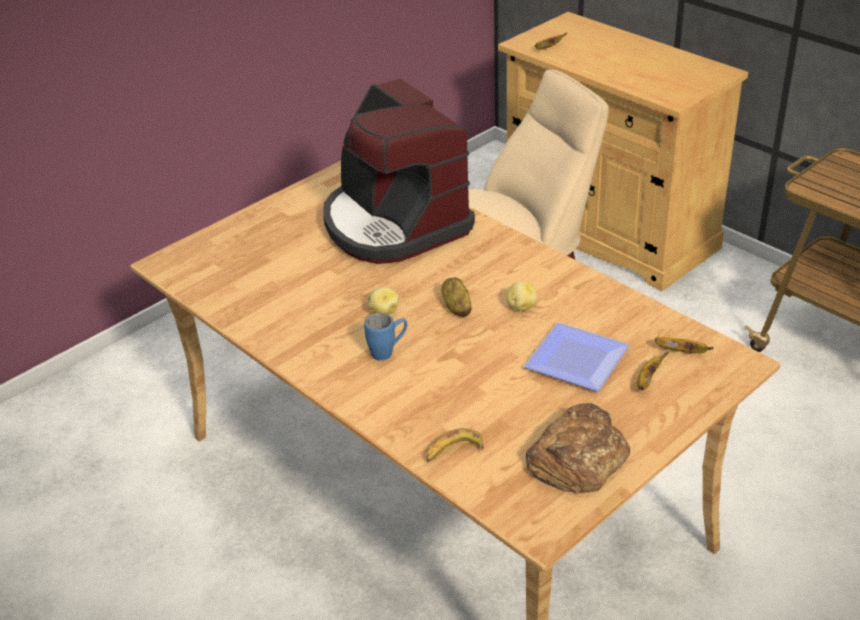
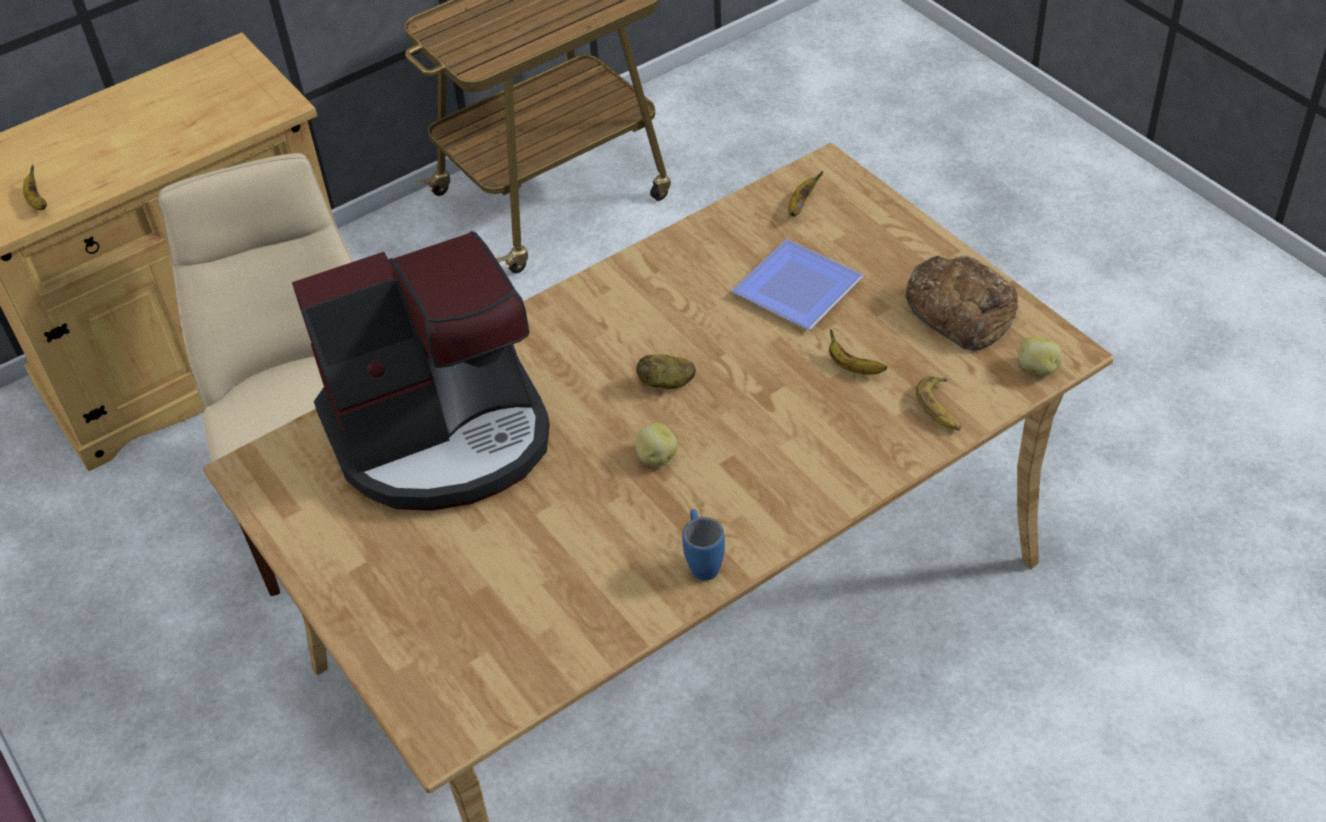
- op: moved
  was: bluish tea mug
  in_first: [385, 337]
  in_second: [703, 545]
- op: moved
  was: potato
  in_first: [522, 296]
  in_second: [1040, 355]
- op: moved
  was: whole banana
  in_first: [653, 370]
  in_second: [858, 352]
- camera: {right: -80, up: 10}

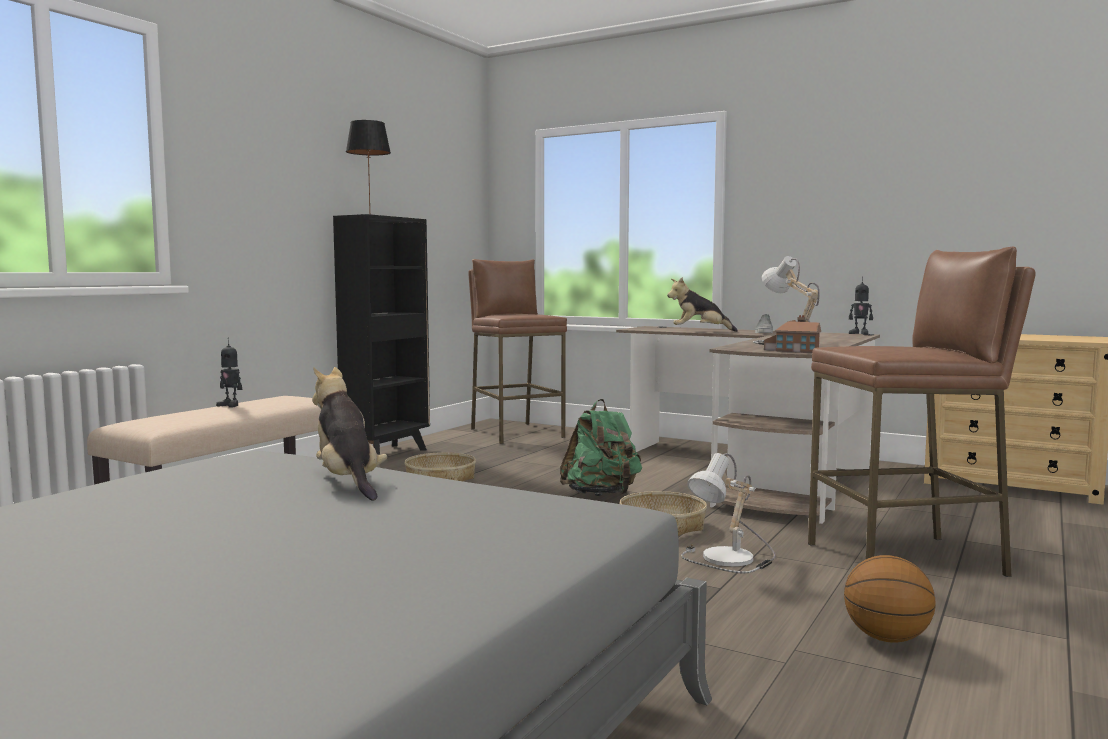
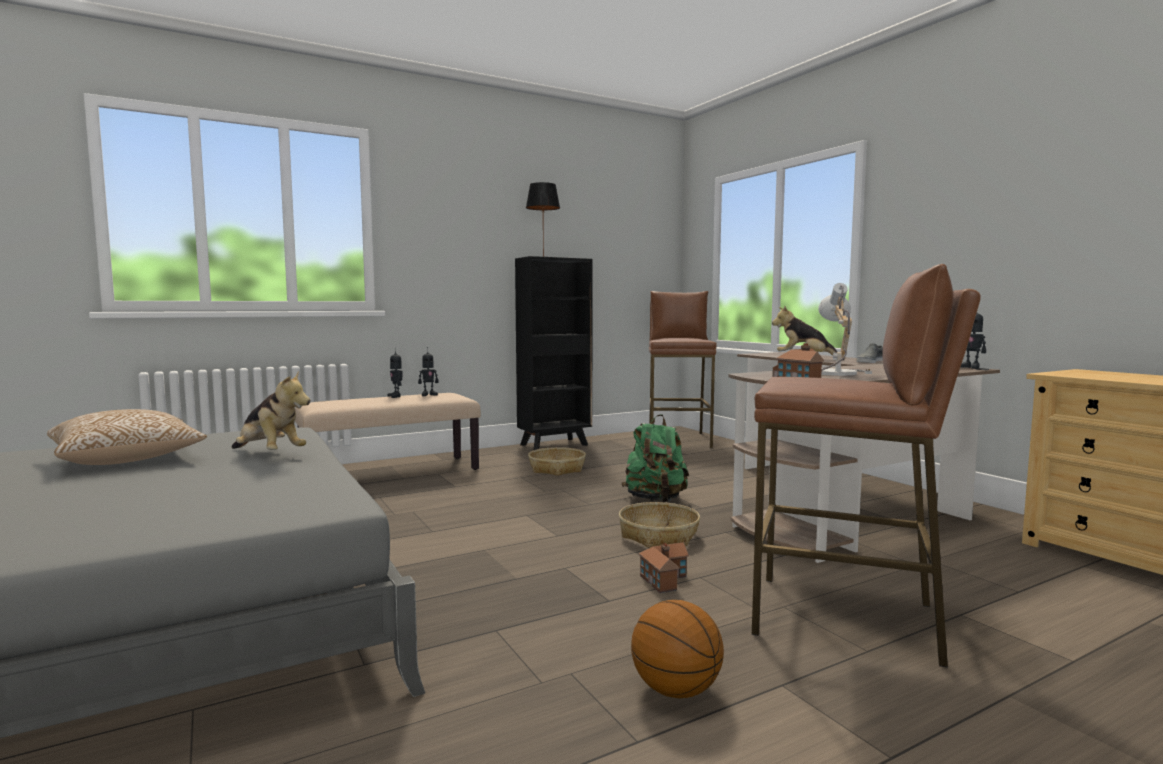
- op: turned
  was: cuddly toy
  in_first: [349, 433]
  in_second: [271, 410]
  clockwise: 120
- op: replaced
  was: tabletop lamp
  now: toy house
  in_first: [728, 513]
  in_second: [663, 567]
- op: added
  now: cushion
  in_second: [127, 437]
- op: added
  now: model robot
  in_second: [428, 371]
- camera: {right: 30, up: 0}

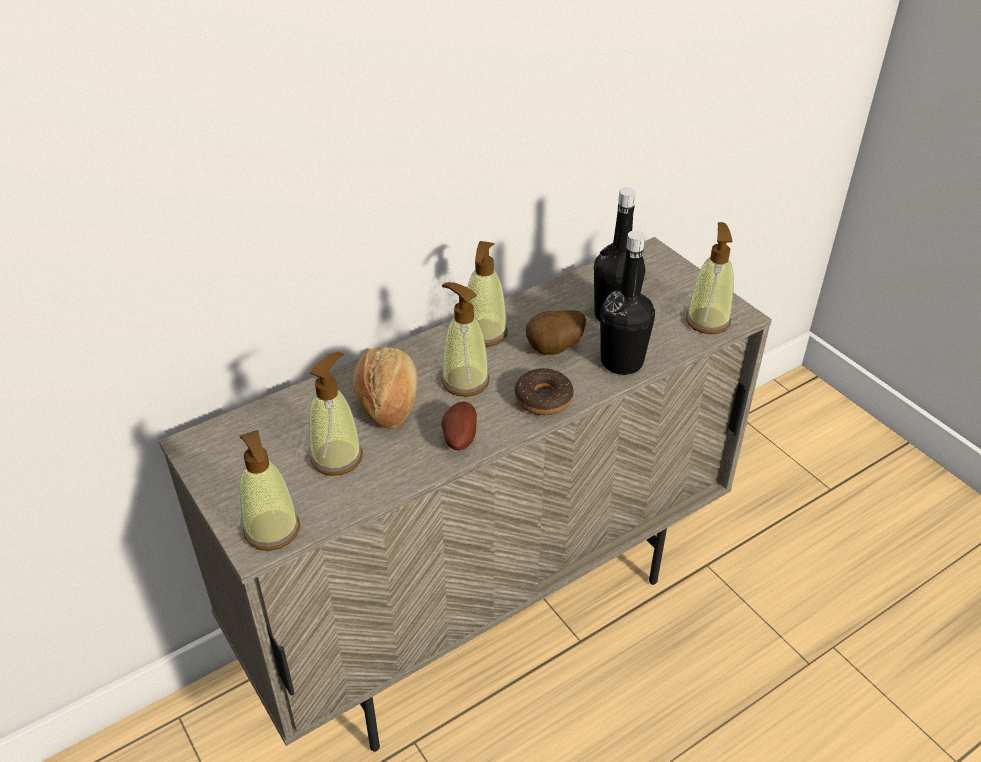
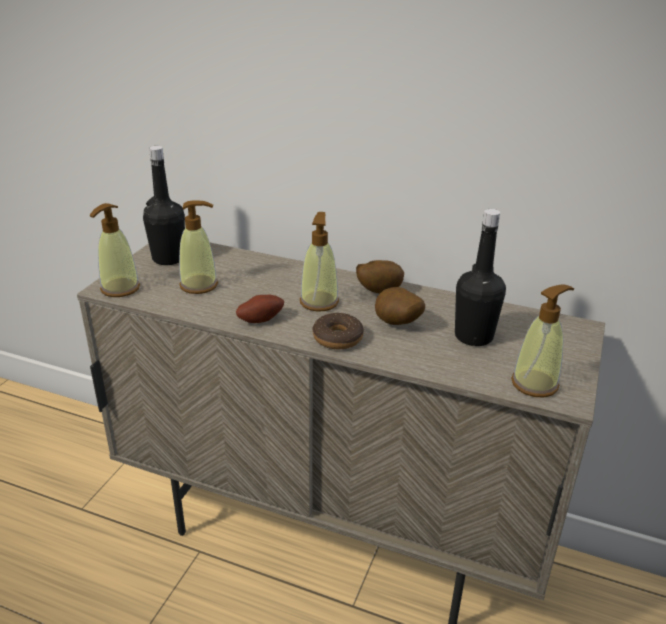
- op: removed
  was: bakery bread
  in_first: [385, 388]
- op: replaced
  was: soap bottle
  now: potato
  in_first: [487, 294]
  in_second: [380, 277]
- op: moved
  was: black-coloured bottle
  in_first: [627, 302]
  in_second: [164, 205]
- camera: {right: 55, up: -10}

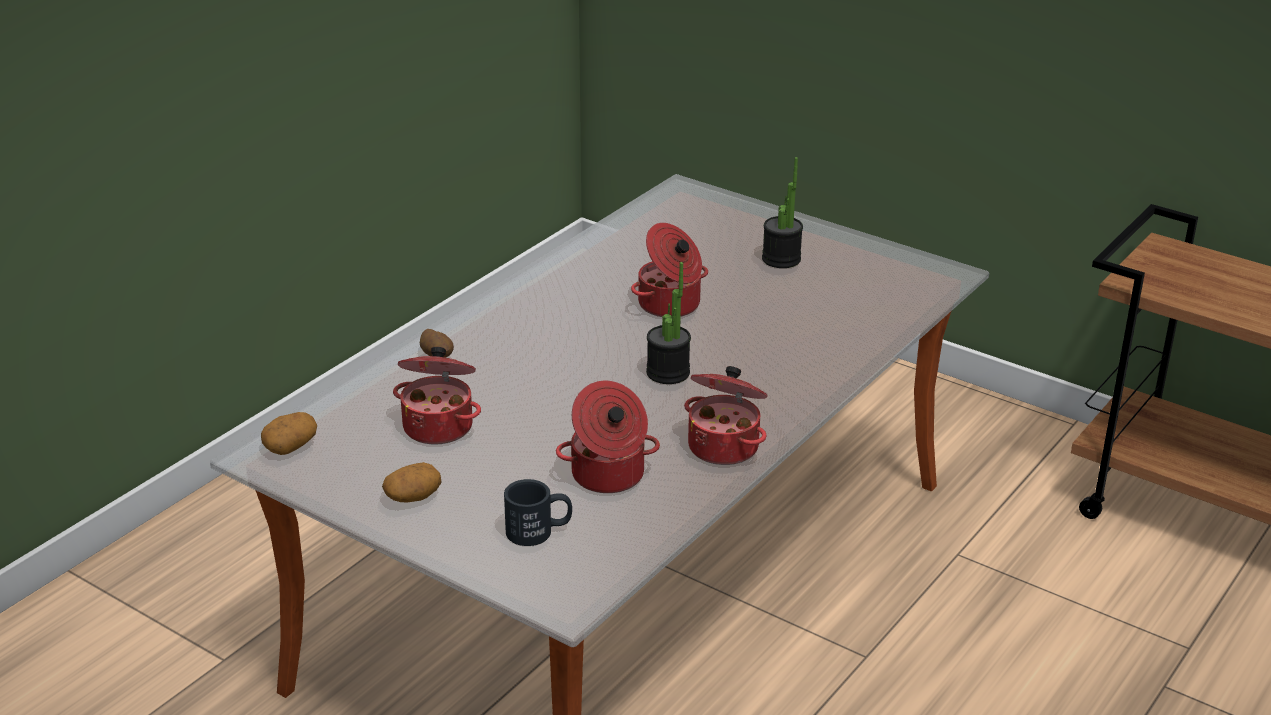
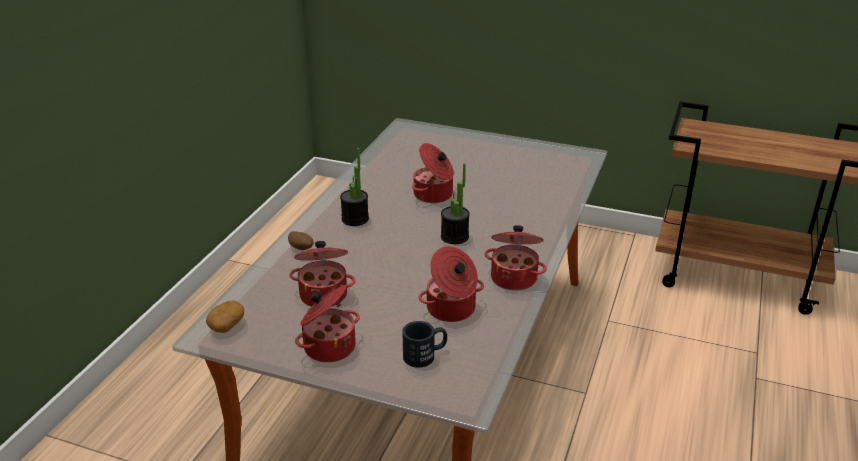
- op: replaced
  was: potato
  now: saucepot
  in_first: [411, 482]
  in_second: [327, 324]
- op: moved
  was: plant in a pot
  in_first: [782, 212]
  in_second: [354, 187]
- camera: {right: -15, up: 0}

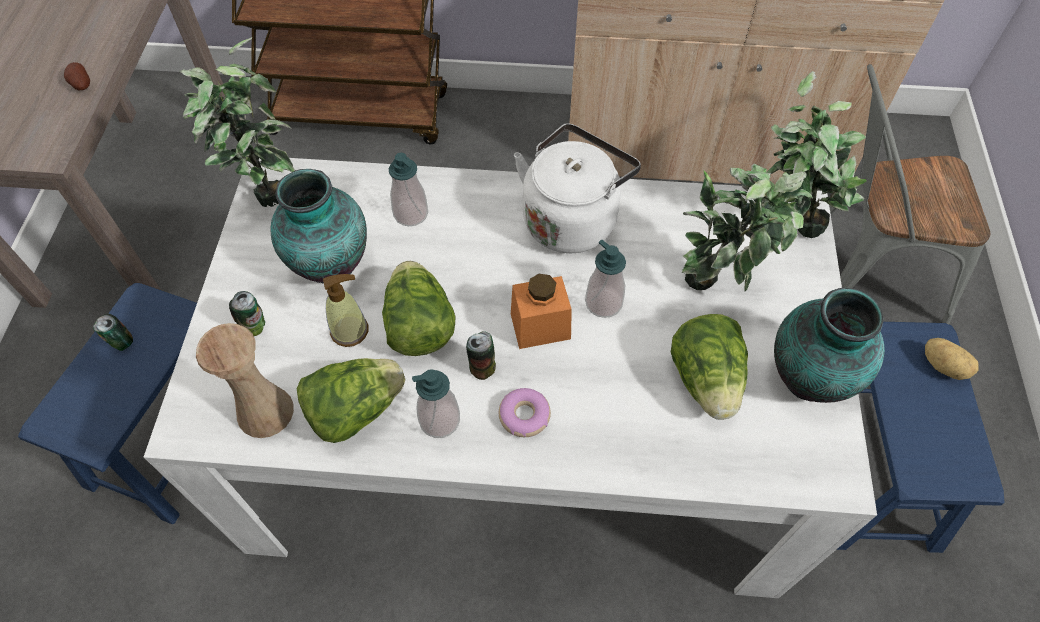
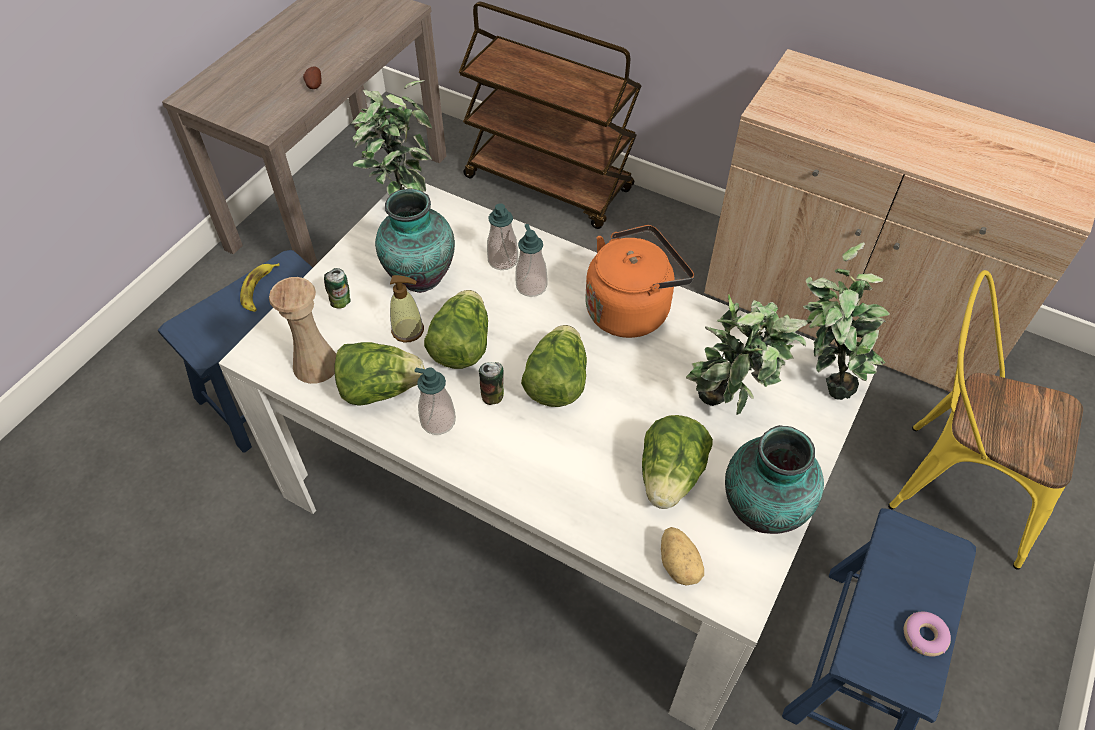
- op: replaced
  was: sealed can
  now: whole banana
  in_first: [113, 332]
  in_second: [260, 287]
- op: moved
  was: ring doughnut
  in_first: [525, 412]
  in_second: [927, 634]
- op: replaced
  was: orangey preserve jar
  now: lettuce head
  in_first: [541, 311]
  in_second: [554, 366]
- op: recoloured
  was: whitish tea kettle
  now: orangey tea kettle
  in_first: [577, 188]
  in_second: [639, 281]
- op: moved
  was: soap bottle
  in_first: [605, 279]
  in_second: [531, 260]
- op: recoloured
  was: greyish plain chair
  now: yellow plain chair
  in_first: [910, 194]
  in_second: [985, 420]
- op: moved
  was: potato
  in_first: [952, 359]
  in_second: [682, 556]
- camera: {right: 25, up: -5}

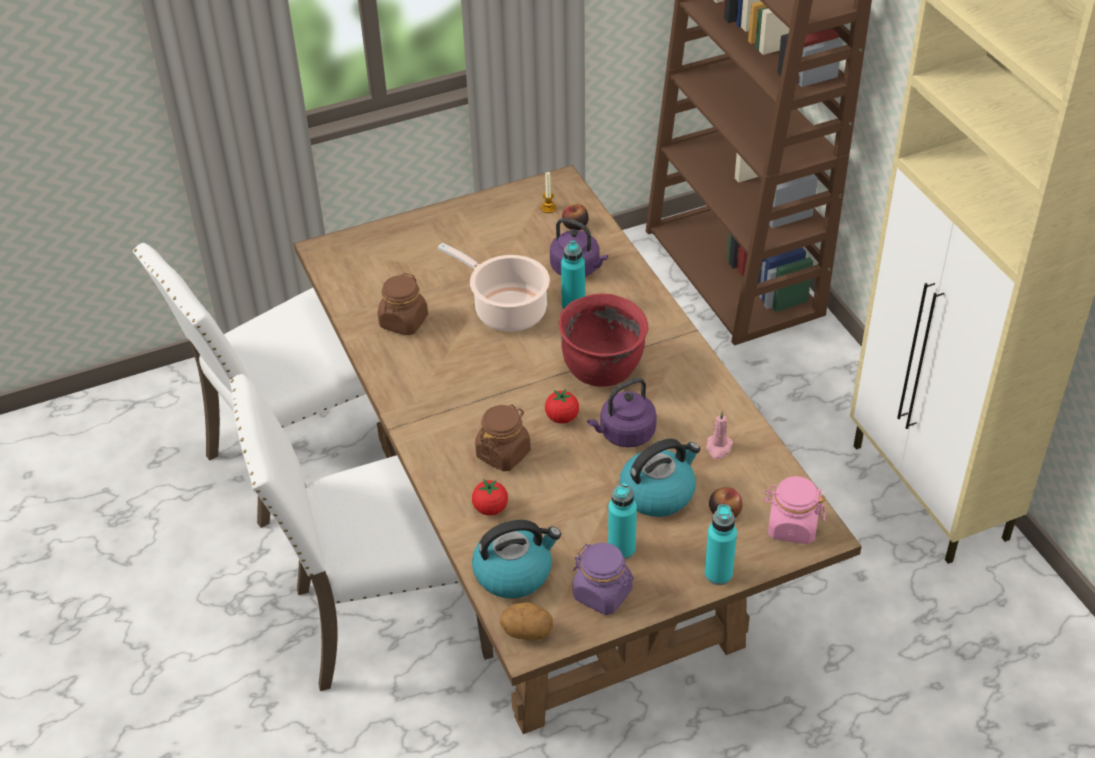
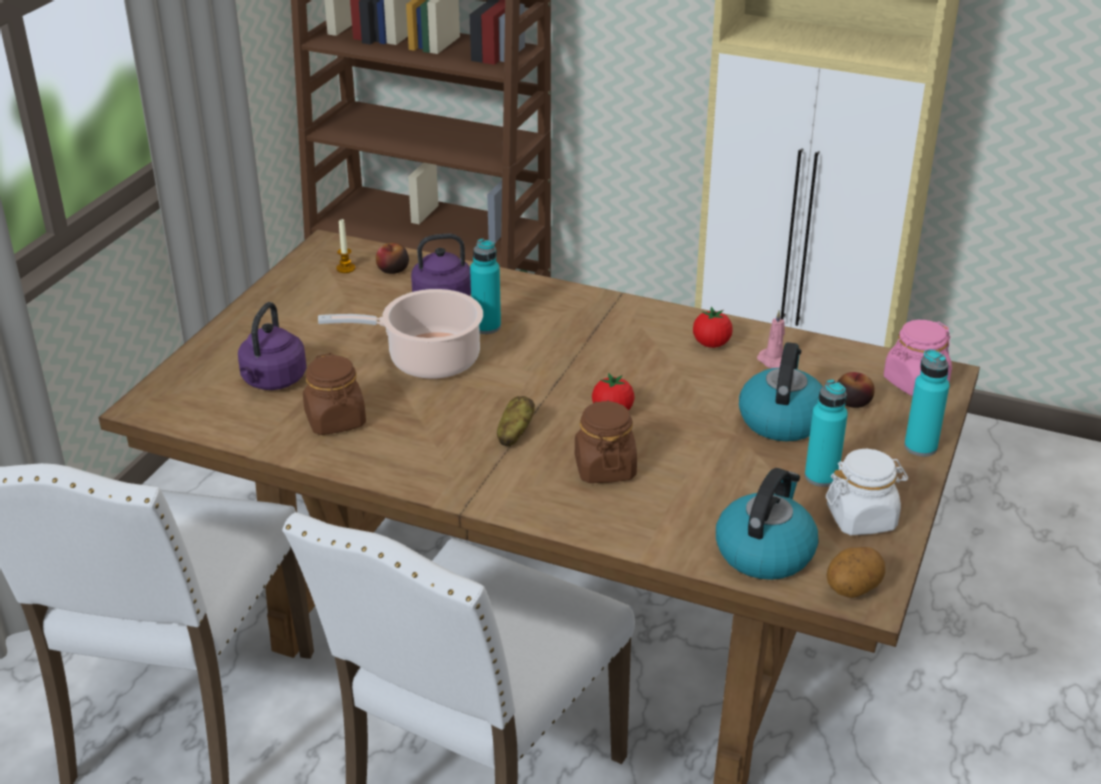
- op: moved
  was: whole tomato
  in_first: [490, 497]
  in_second: [713, 327]
- op: removed
  was: reddish saucepot
  in_first: [603, 340]
- op: recoloured
  was: purplish preserve jar
  now: whitish preserve jar
  in_first: [603, 579]
  in_second: [867, 492]
- op: moved
  was: purplish tea kettle
  in_first: [622, 413]
  in_second: [272, 346]
- op: added
  now: potato
  in_second: [516, 421]
- camera: {right: -45, up: -10}

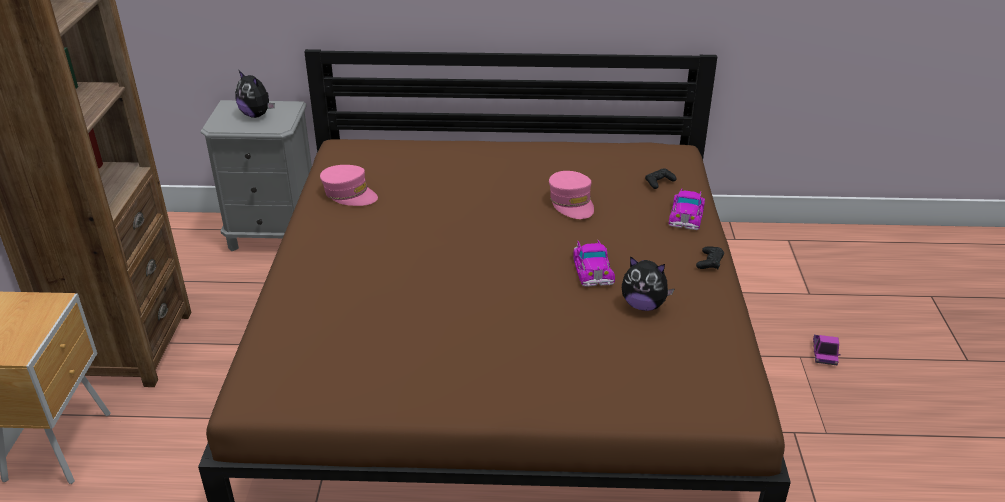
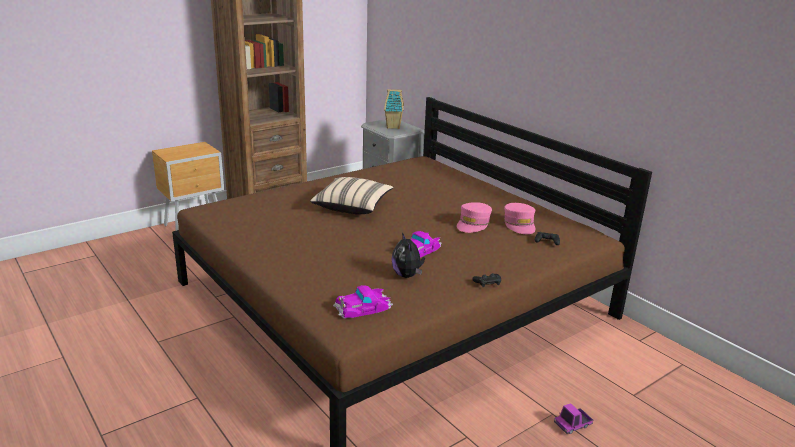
- op: replaced
  was: cuddly toy
  now: toy house
  in_first: [255, 94]
  in_second: [394, 109]
- op: moved
  was: pink baseball cap
  in_first: [349, 185]
  in_second: [519, 218]
- op: moved
  was: model car
  in_first: [687, 209]
  in_second: [363, 301]
- op: added
  now: beige cushion
  in_second: [351, 195]
- camera: {right: 50, up: -10}

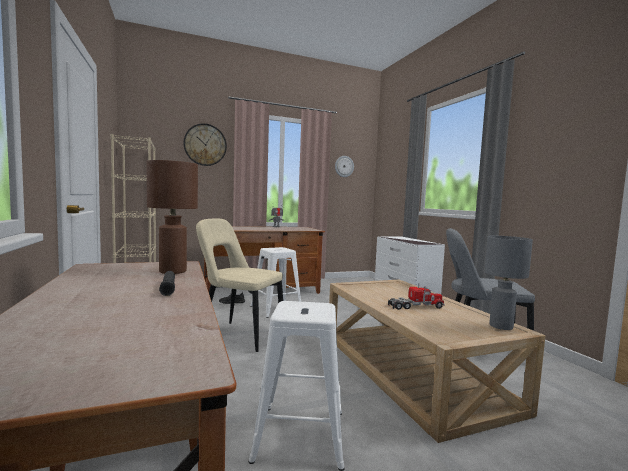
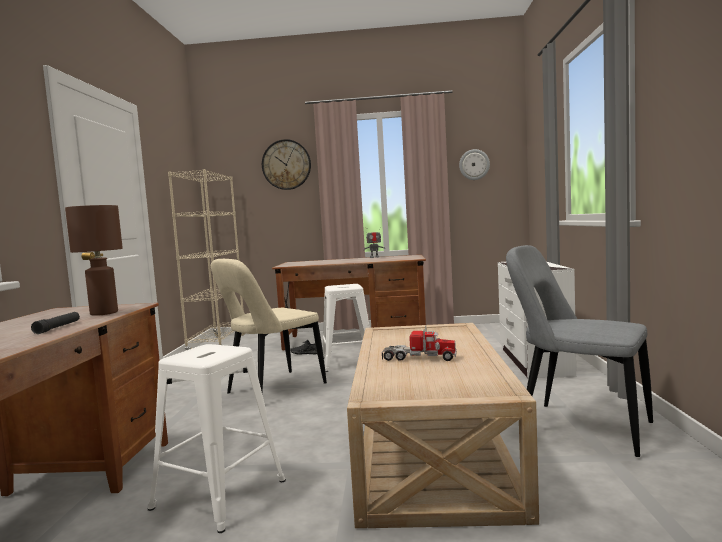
- op: turned
  was: beige plain chair
  in_first: [239, 285]
  in_second: [269, 326]
  clockwise: -90
- op: removed
  was: greyish tabletop lamp
  in_first: [509, 283]
- camera: {right: 25, up: 0}

